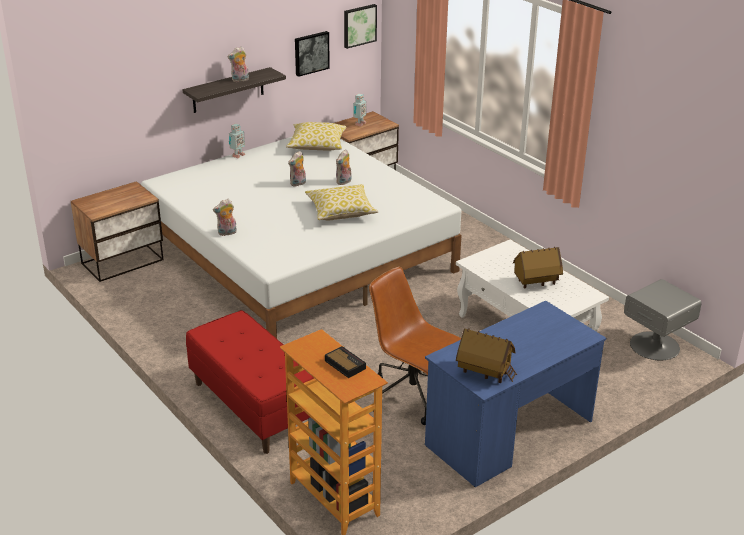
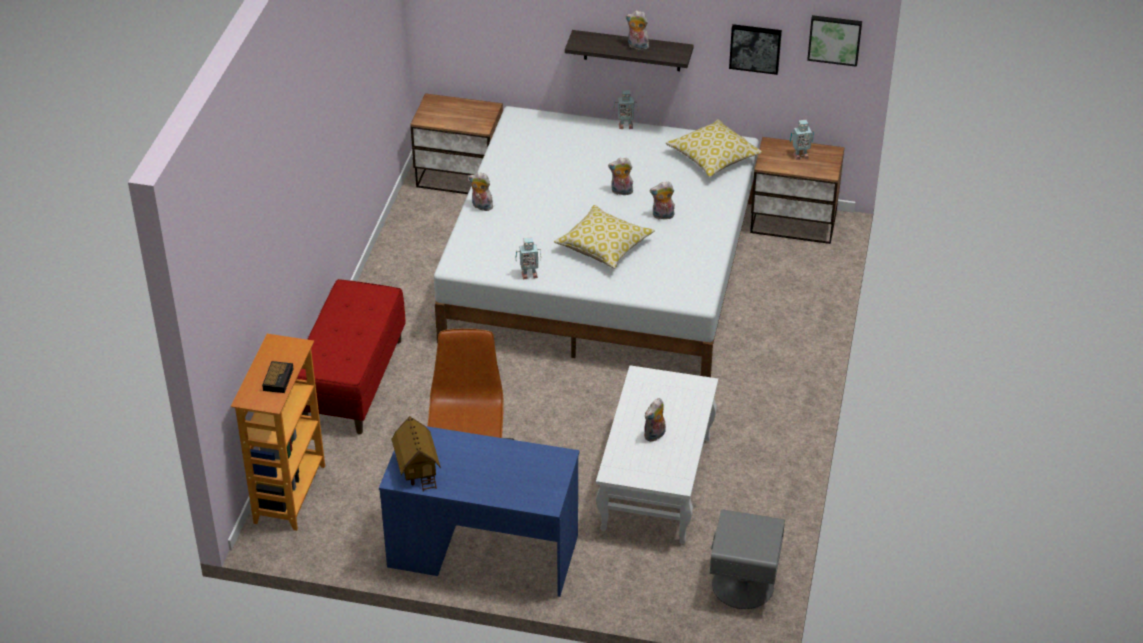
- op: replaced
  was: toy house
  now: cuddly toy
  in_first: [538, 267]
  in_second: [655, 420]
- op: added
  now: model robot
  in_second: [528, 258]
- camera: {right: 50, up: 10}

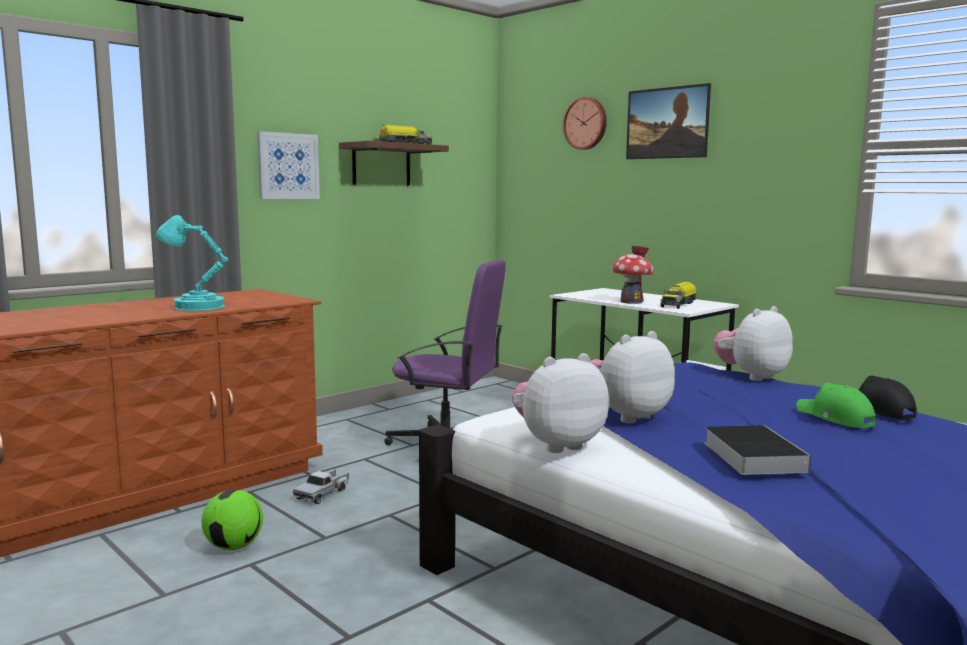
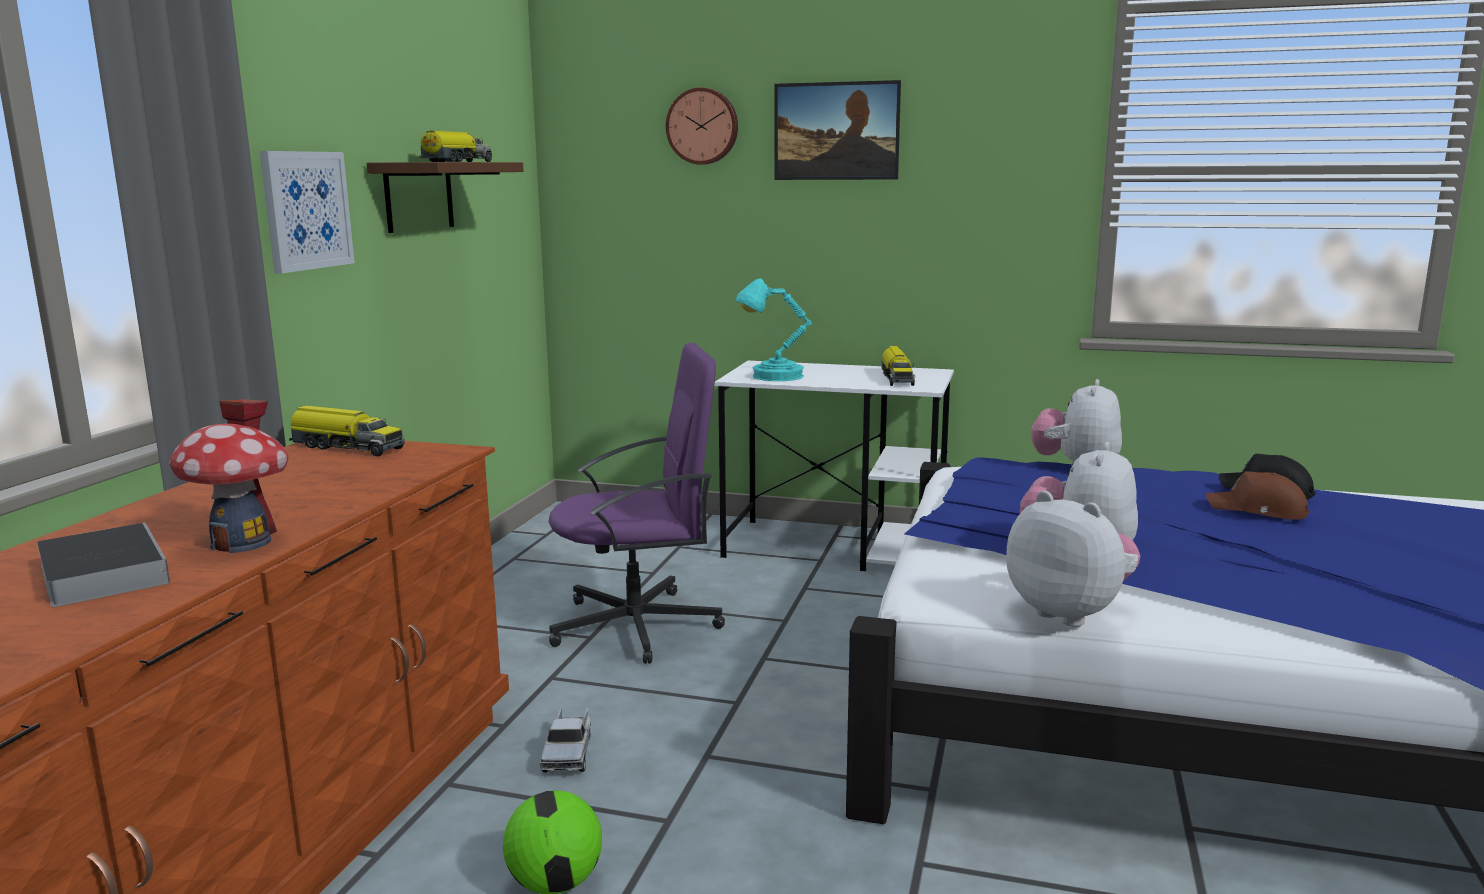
- op: moved
  was: turquoise tabletop lamp
  in_first: [192, 263]
  in_second: [774, 329]
- op: turned
  was: cuddly toy
  in_first: [560, 403]
  in_second: [1073, 559]
  clockwise: 105
- op: moved
  was: toy house
  in_first: [633, 275]
  in_second: [228, 476]
- op: moved
  was: book
  in_first: [757, 450]
  in_second: [103, 565]
- op: recoloured
  was: green-coloured baseball cap
  now: brown-coloured baseball cap
  in_first: [836, 405]
  in_second: [1257, 495]
- op: added
  now: toy lorry
  in_second: [347, 430]
- camera: {right: -30, up: 5}

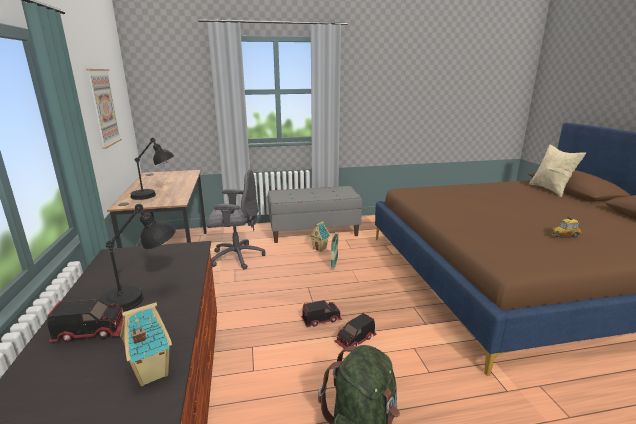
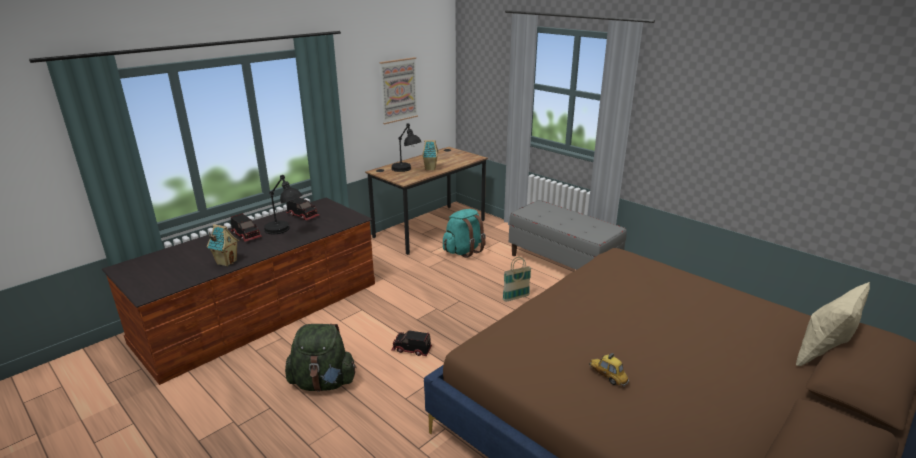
- op: replaced
  was: greyish office chair
  now: turquoise knapsack
  in_first: [236, 219]
  in_second: [464, 233]
- op: moved
  was: toy lorry
  in_first: [322, 313]
  in_second: [302, 209]
- op: moved
  was: toy house
  in_first: [320, 236]
  in_second: [430, 155]
- camera: {right: 55, up: 5}

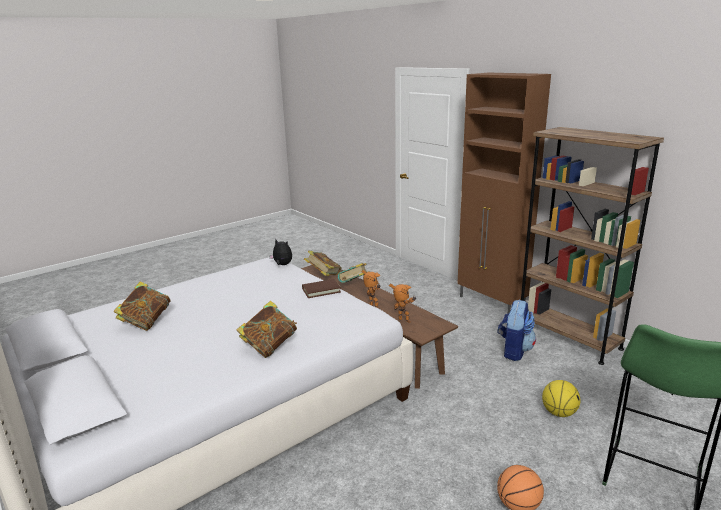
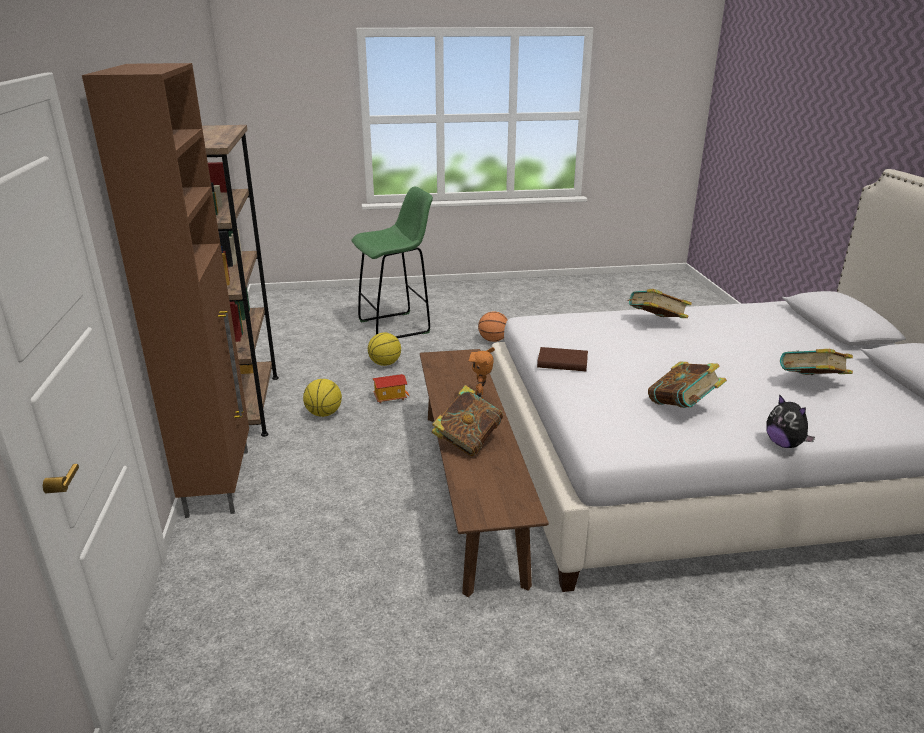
- op: moved
  was: cuddly toy
  in_first: [280, 252]
  in_second: [790, 421]
- op: moved
  was: book
  in_first: [323, 263]
  in_second: [687, 384]
- op: removed
  was: model robot
  in_first: [403, 303]
- op: replaced
  was: knapsack
  now: basketball
  in_first: [516, 330]
  in_second: [322, 398]
- op: added
  now: toy house
  in_second: [391, 389]
- camera: {right: -150, up: 5}

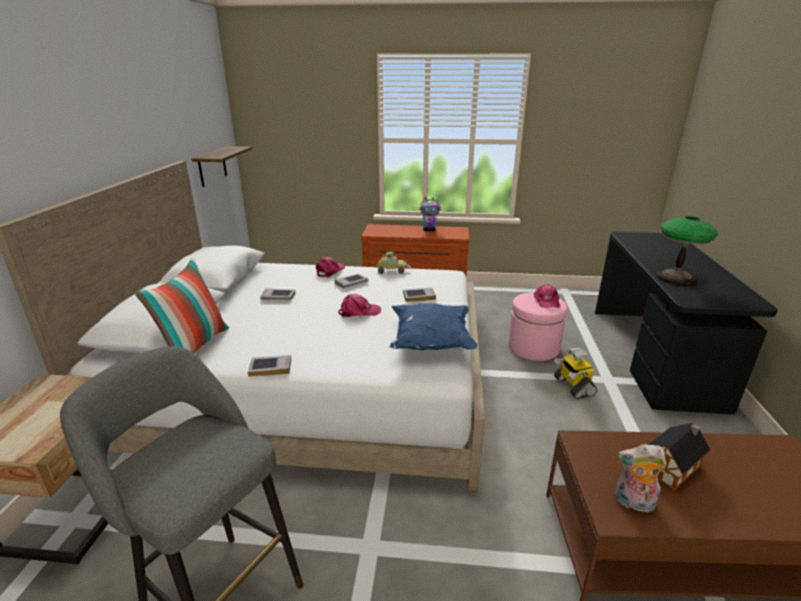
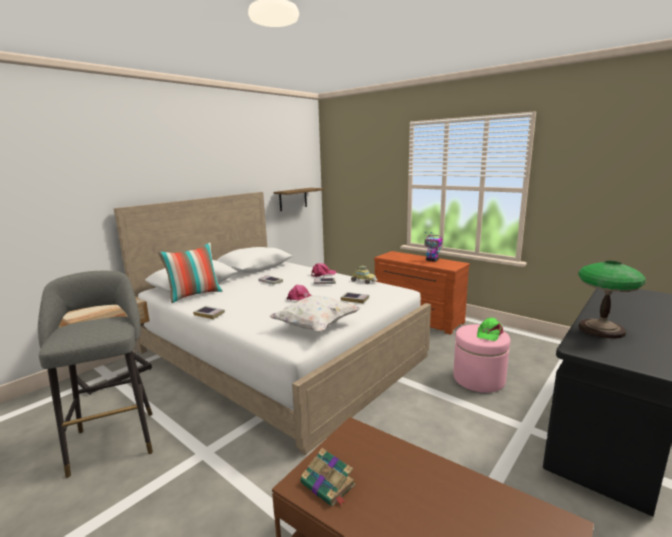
- op: recoloured
  was: bluish cushion
  now: whitish cushion
  in_first: [433, 326]
  in_second: [315, 313]
- op: recoloured
  was: pink baseball cap
  now: green-coloured baseball cap
  in_first: [547, 296]
  in_second: [490, 329]
- op: removed
  was: model robot
  in_first: [575, 373]
- op: replaced
  was: cuddly toy
  now: book
  in_first: [641, 478]
  in_second: [327, 477]
- op: removed
  was: toy house
  in_first: [679, 457]
- camera: {right: 35, up: -10}

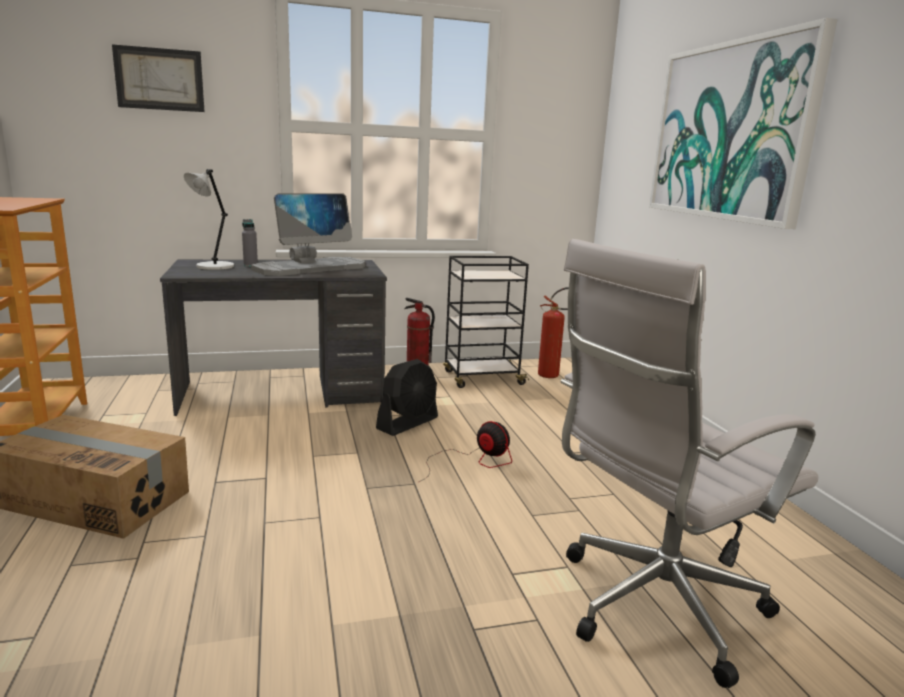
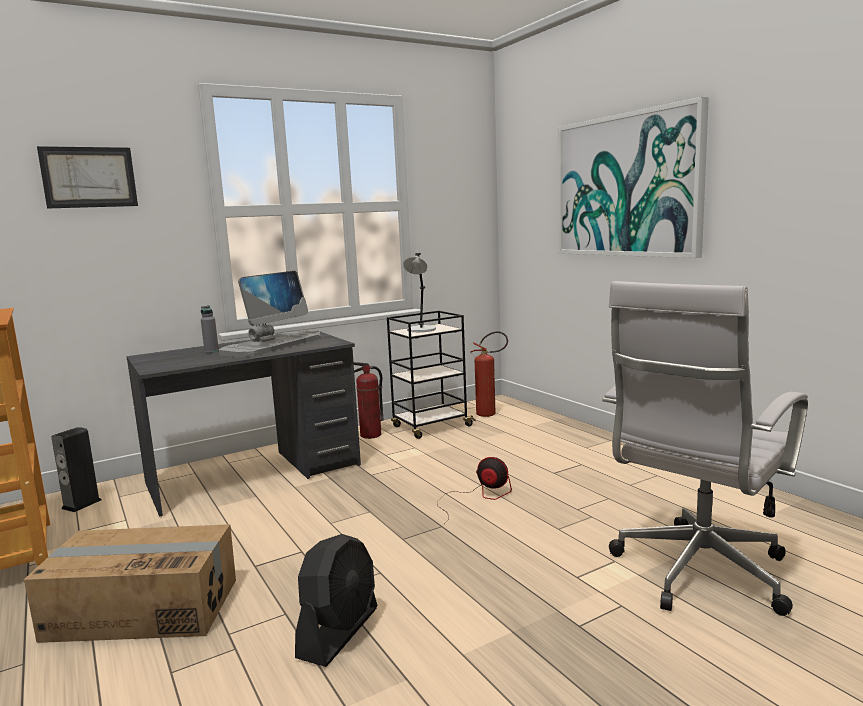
- op: moved
  was: greyish tabletop lamp
  in_first: [209, 219]
  in_second: [419, 292]
- op: moved
  was: black-coloured electric fan
  in_first: [407, 397]
  in_second: [336, 600]
- op: added
  now: audio speaker
  in_second: [76, 469]
- camera: {right: -15, up: -5}

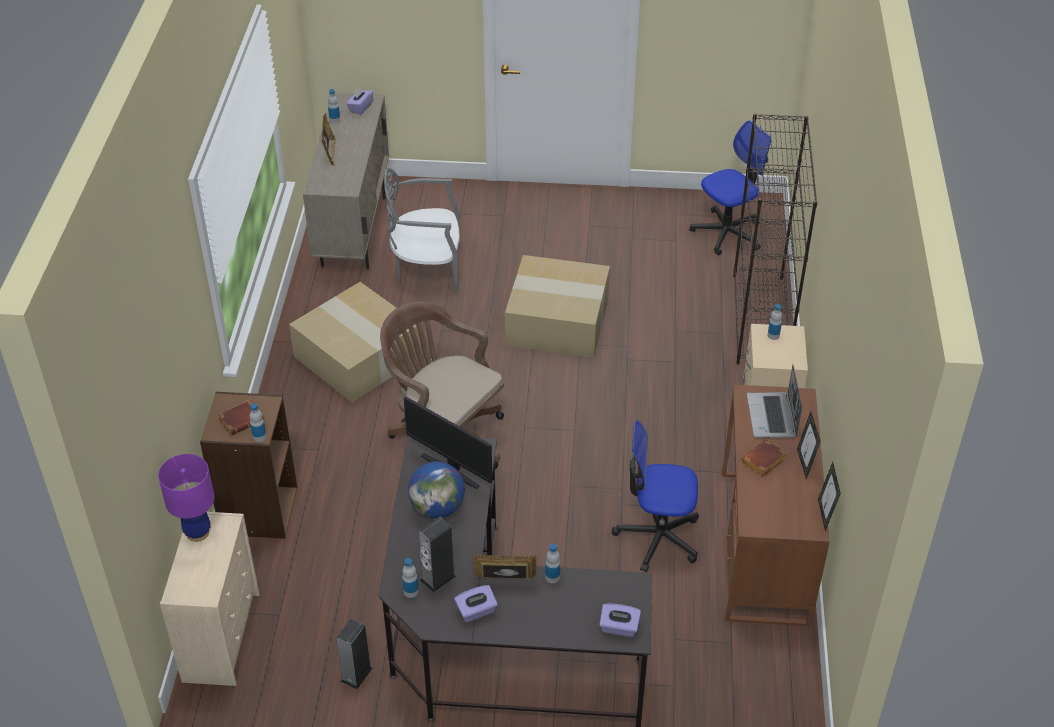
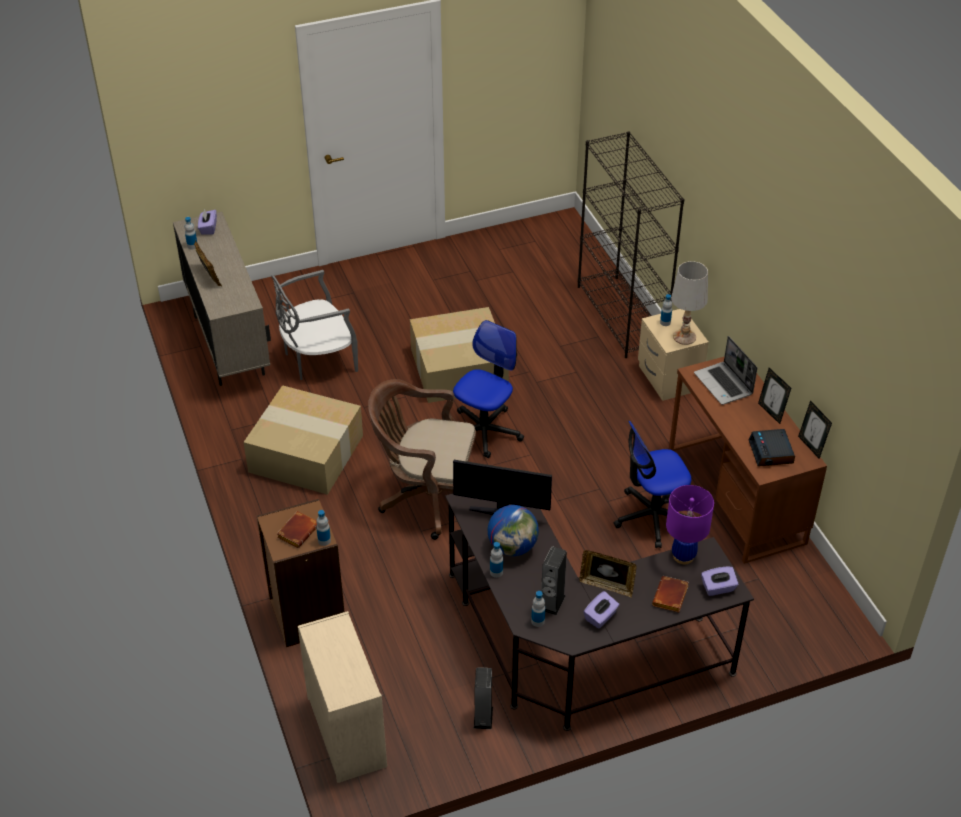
- op: moved
  was: purplish tabletop lamp
  in_first: [186, 498]
  in_second: [690, 524]
- op: turned
  was: standing frame
  in_first: [504, 566]
  in_second: [608, 574]
  clockwise: -135
- op: moved
  was: bottle
  in_first: [552, 563]
  in_second: [496, 560]
- op: moved
  was: office chair
  in_first: [730, 187]
  in_second: [488, 389]
- op: moved
  was: brown-coloured book
  in_first: [764, 458]
  in_second: [670, 594]
- op: added
  now: whitish tabletop lamp
  in_second: [689, 303]
- op: added
  now: table clock
  in_second: [771, 448]
- camera: {right: -25, up: 0}

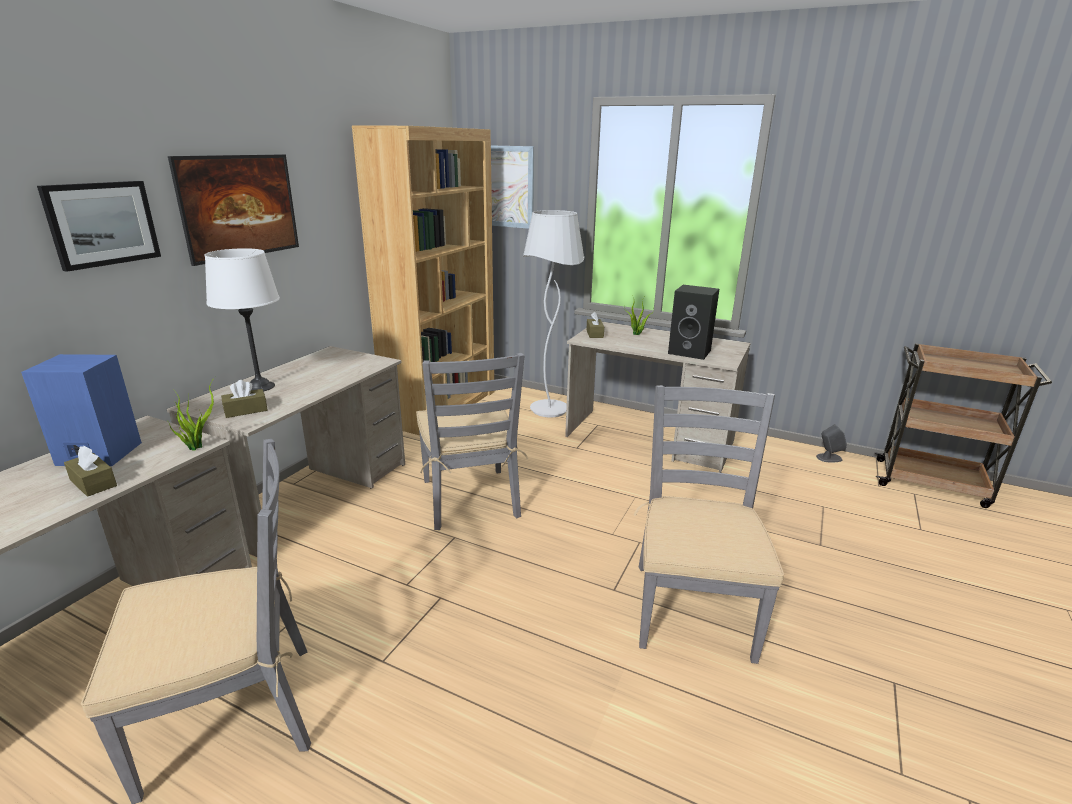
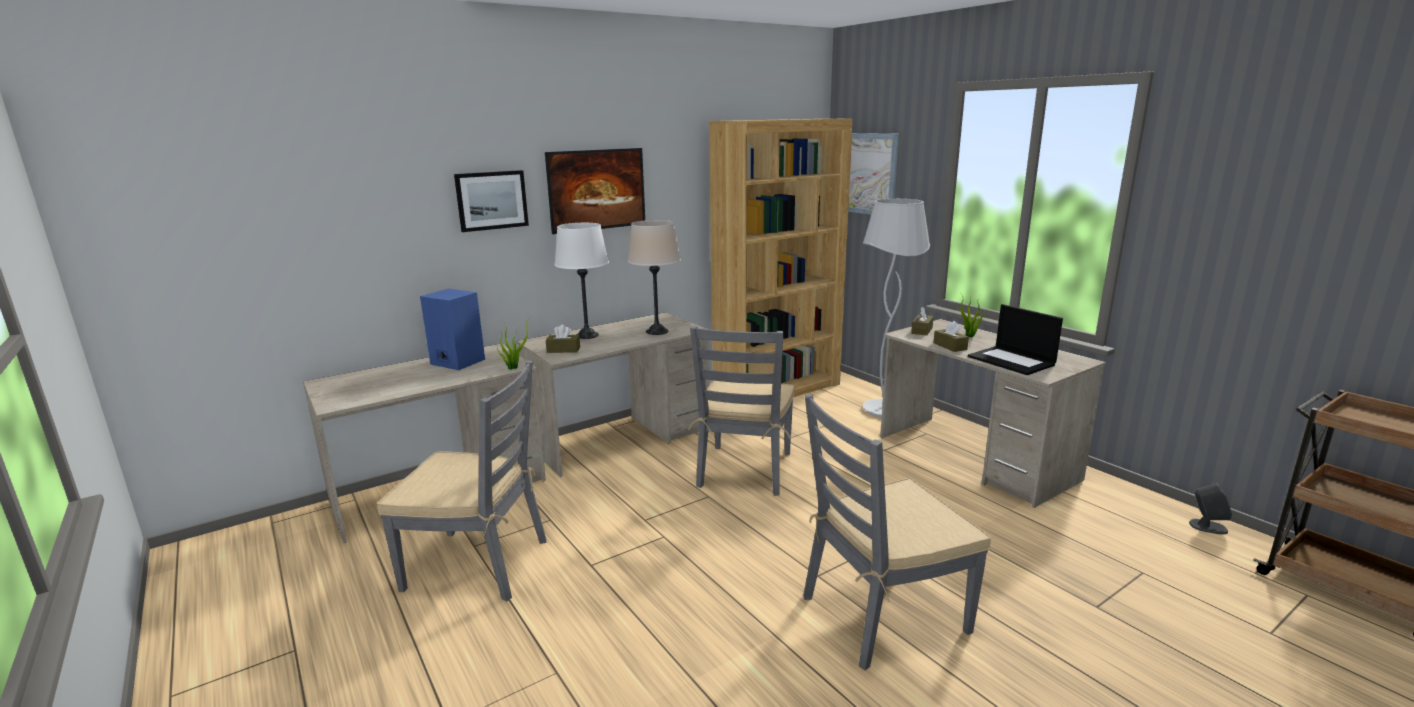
- op: moved
  was: brown-coloured box of tissues
  in_first: [90, 471]
  in_second: [951, 336]
- op: turned
  was: greyish plain chair
  in_first: [709, 524]
  in_second: [897, 532]
  clockwise: -150
- op: replaced
  was: black-coloured audio speaker
  now: notebook computer
  in_first: [693, 322]
  in_second: [1015, 339]
- op: added
  now: beige tabletop lamp
  in_second: [654, 277]
- camera: {right: 30, up: -5}

